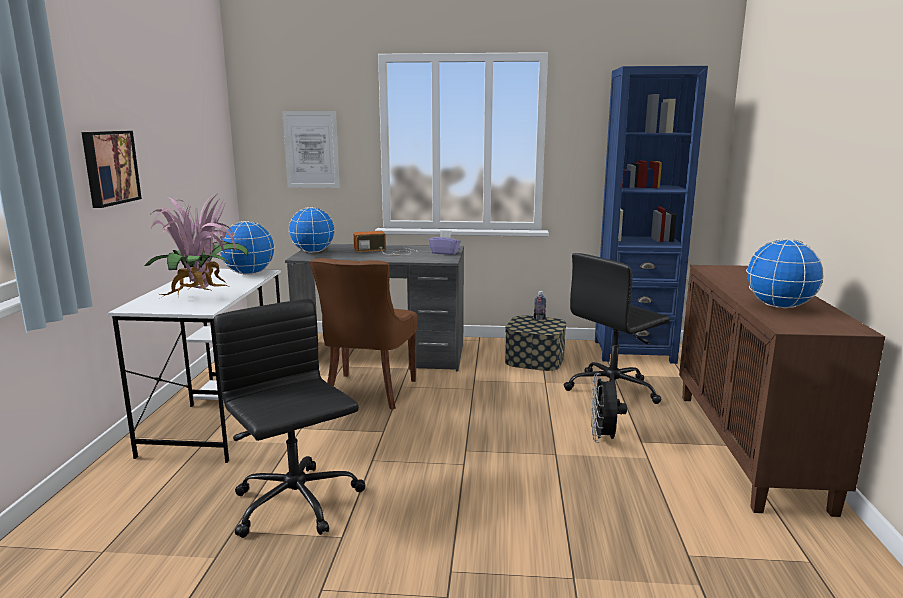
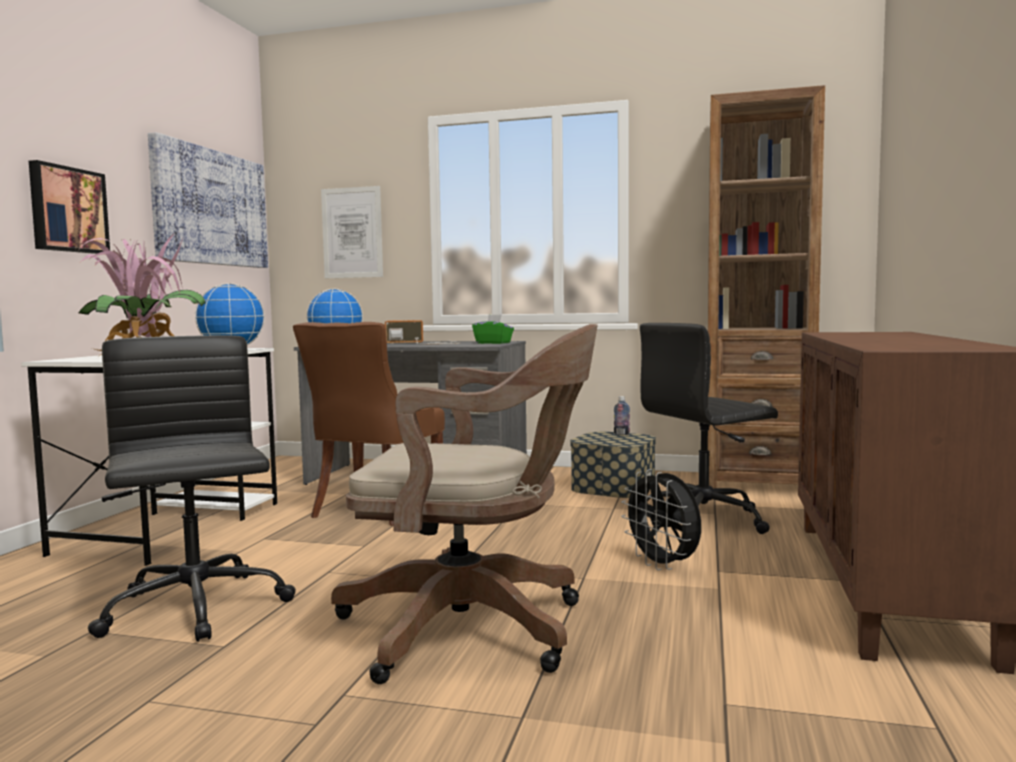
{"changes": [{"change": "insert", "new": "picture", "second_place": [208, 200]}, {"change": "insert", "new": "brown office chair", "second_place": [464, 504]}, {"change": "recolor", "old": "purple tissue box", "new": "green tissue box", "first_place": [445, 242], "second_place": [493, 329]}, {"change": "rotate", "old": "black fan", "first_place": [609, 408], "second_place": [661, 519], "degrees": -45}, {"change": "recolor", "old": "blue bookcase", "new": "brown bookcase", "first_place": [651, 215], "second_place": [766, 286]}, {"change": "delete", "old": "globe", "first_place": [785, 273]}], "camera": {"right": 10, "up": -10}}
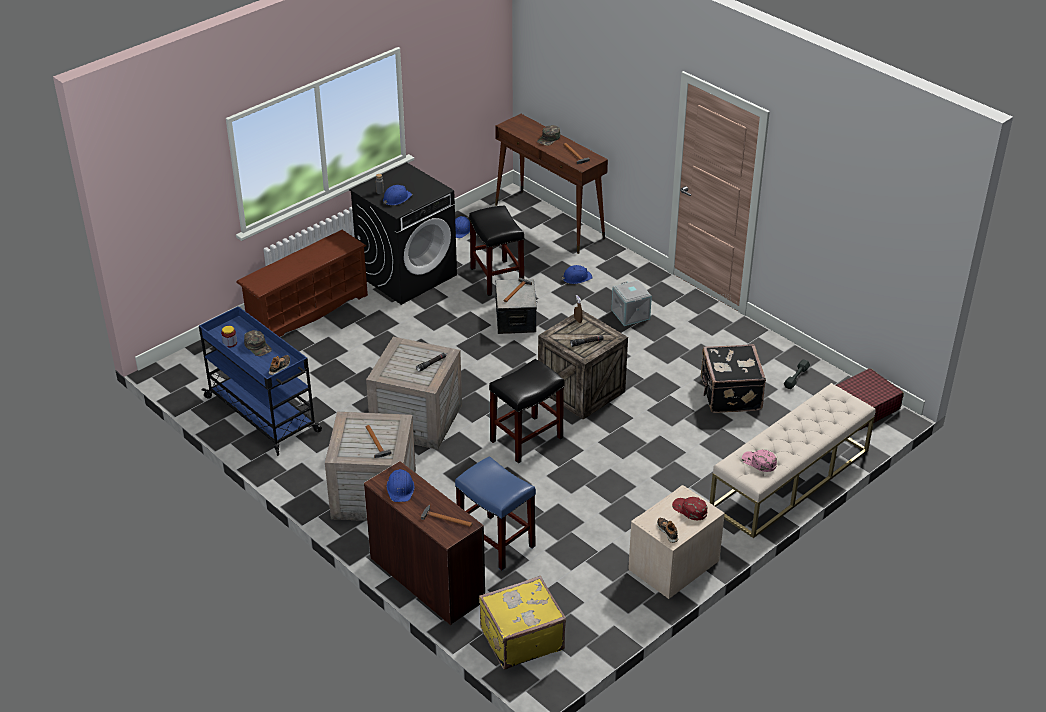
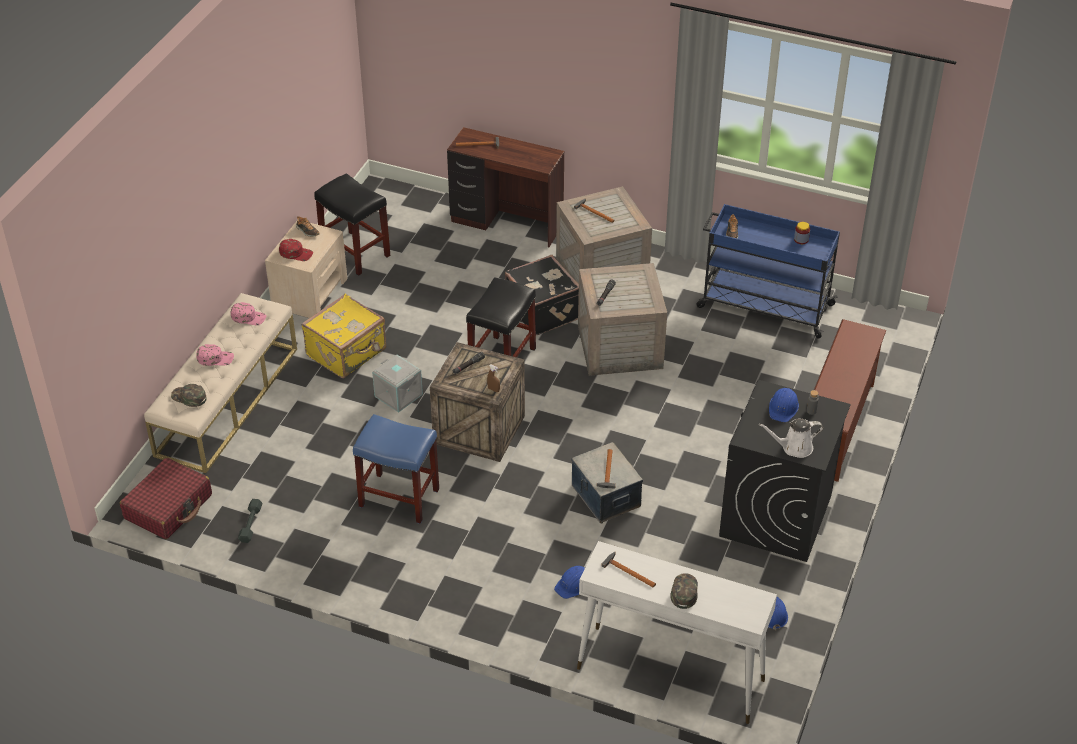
{"changes": [{"change": "move", "old": "green cap", "first_place": [258, 343], "second_place": [189, 395]}, {"change": "insert", "new": "pink cap", "second_place": [215, 355]}, {"change": "move", "old": "yellow suitcase", "first_place": [522, 623], "second_place": [343, 336]}, {"change": "move", "old": "black stool", "first_place": [497, 250], "second_place": [352, 224]}, {"change": "move", "old": "blue stool", "first_place": [495, 513], "second_place": [396, 469]}, {"change": "move", "old": "grey storage box", "first_place": [631, 303], "second_place": [397, 384]}, {"change": "move", "old": "black suitcase", "first_place": [733, 378], "second_place": [542, 295]}, {"change": "recolor", "old": "brown console table", "new": "white console table", "first_place": [551, 184], "second_place": [677, 632]}, {"change": "insert", "new": "white watering can", "second_place": [791, 438]}, {"change": "delete", "old": "blue hard hat", "first_place": [401, 485]}], "camera": {"right": 155, "up": 5}}
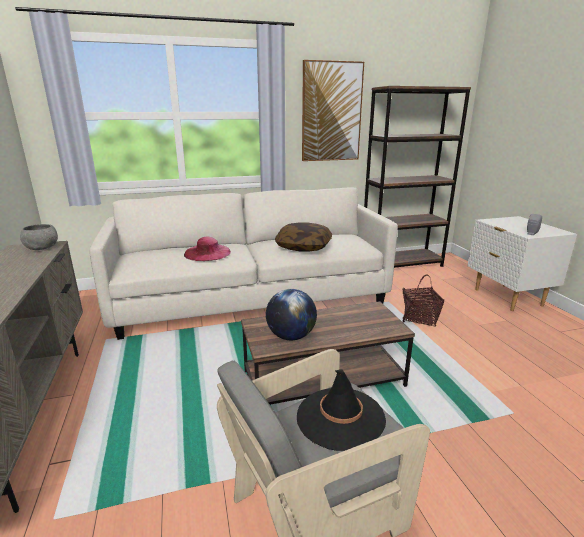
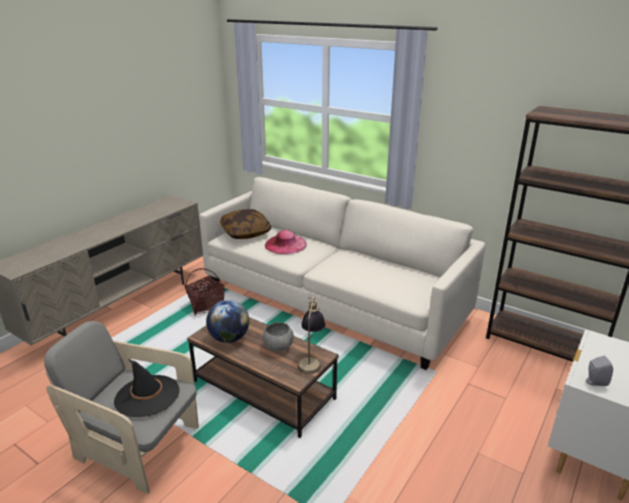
{"changes": [{"change": "move", "old": "basket", "first_place": [423, 300], "second_place": [204, 291]}, {"change": "move", "old": "pillow", "first_place": [303, 237], "second_place": [245, 224]}, {"change": "move", "old": "grey bowl", "first_place": [39, 237], "second_place": [278, 337]}, {"change": "insert", "new": "table lamp", "second_place": [311, 335]}, {"change": "delete", "old": "picture", "first_place": [333, 110]}], "camera": {"right": 50, "up": 5}}
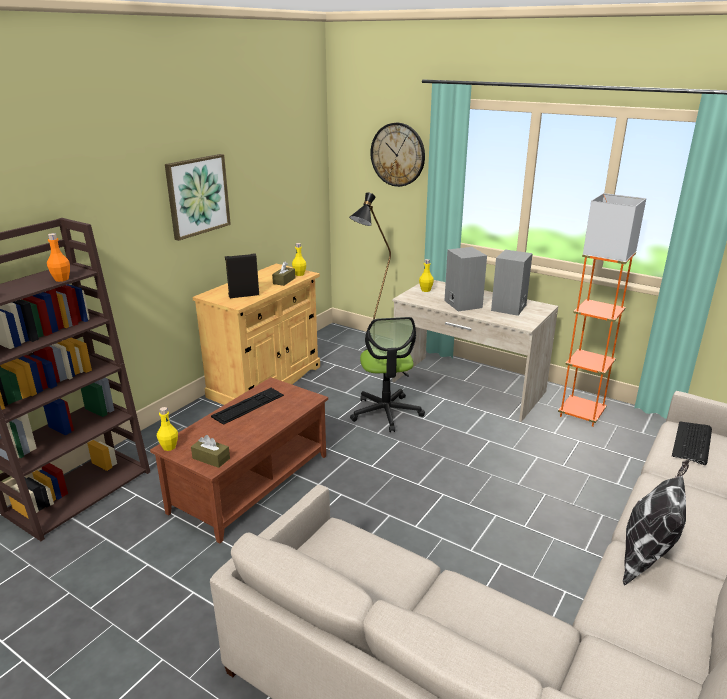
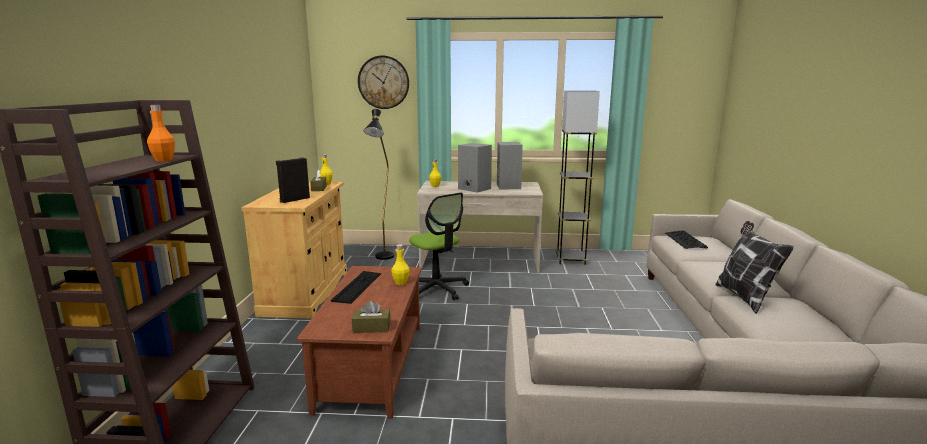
{"changes": [{"change": "move", "old": "yellow bottle", "first_place": [167, 429], "second_place": [400, 264]}, {"change": "recolor", "old": "orange floor lamp", "new": "grey floor lamp", "first_place": [602, 310], "second_place": [578, 177]}, {"change": "delete", "old": "picture", "first_place": [198, 197]}], "camera": {"right": -30, "up": -10}}
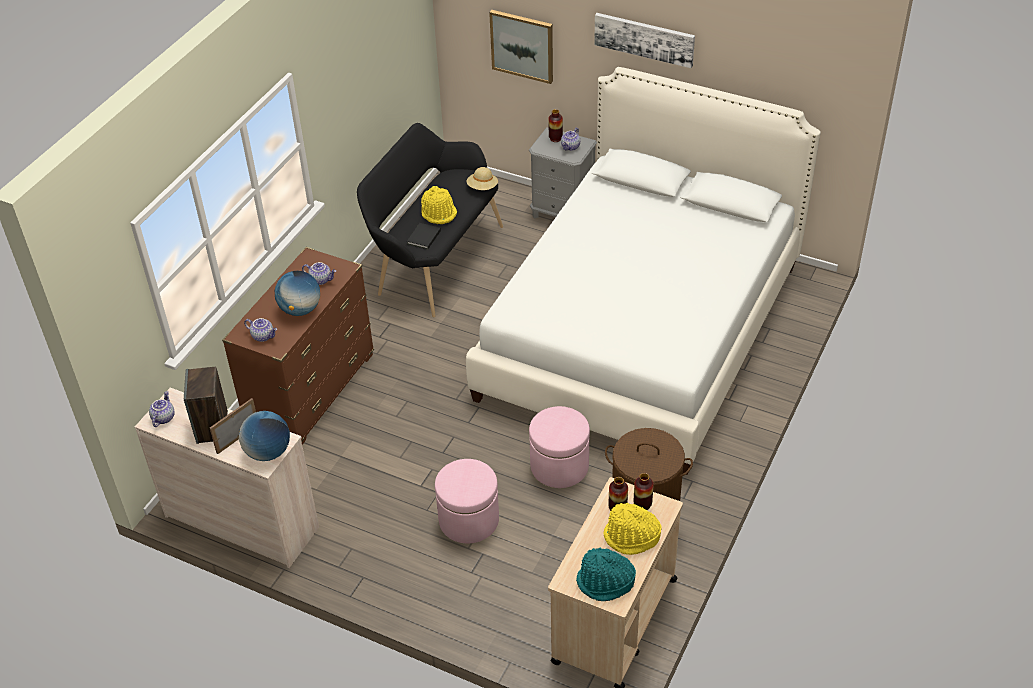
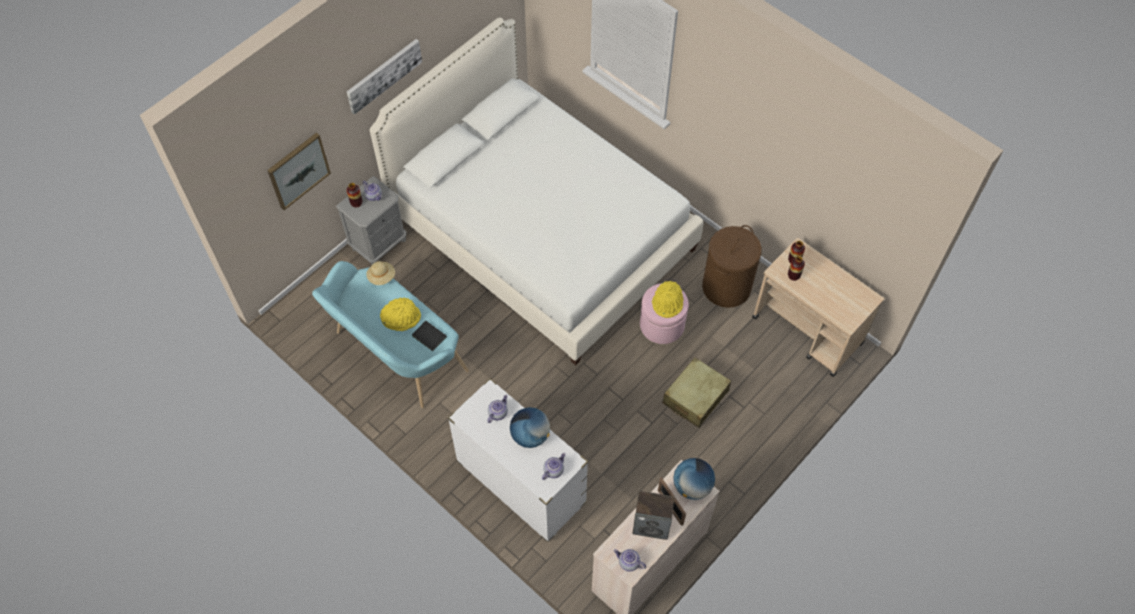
{"changes": [{"change": "recolor", "old": "black bench", "new": "turquoise bench", "first_place": [430, 220], "second_place": [390, 334]}, {"change": "recolor", "old": "brown dresser", "new": "white dresser", "first_place": [298, 346], "second_place": [518, 460]}, {"change": "move", "old": "yellow hat", "first_place": [632, 529], "second_place": [667, 299]}, {"change": "replace", "old": "pink ottoman", "new": "beige suitcase", "first_place": [467, 501], "second_place": [697, 392]}, {"change": "delete", "old": "turquoise hat", "first_place": [606, 574]}], "camera": {"right": -75, "up": 15}}
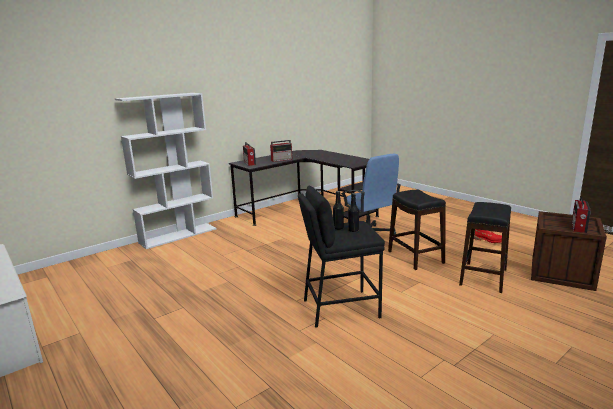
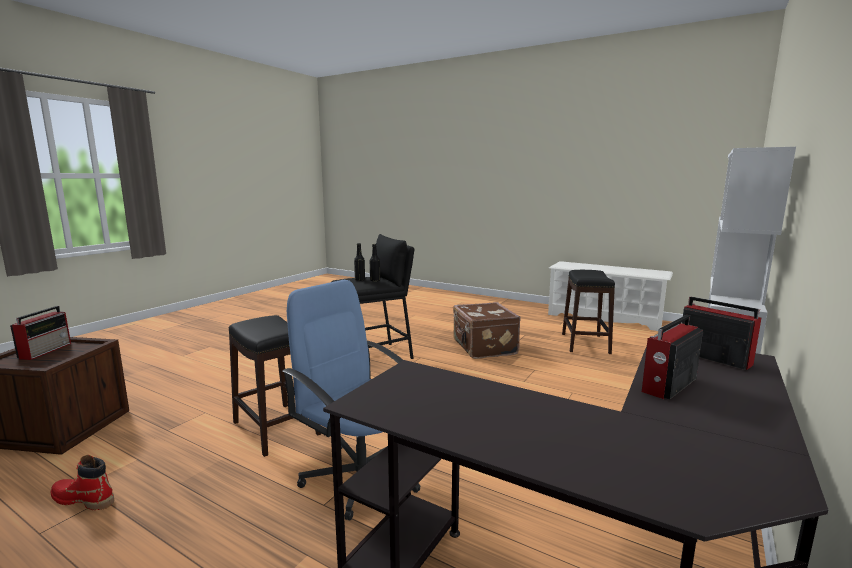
{"changes": [{"change": "insert", "new": "brown suitcase", "second_place": [487, 330]}, {"change": "move", "old": "black stool", "first_place": [485, 247], "second_place": [588, 312]}], "camera": {"right": 160, "up": -5}}
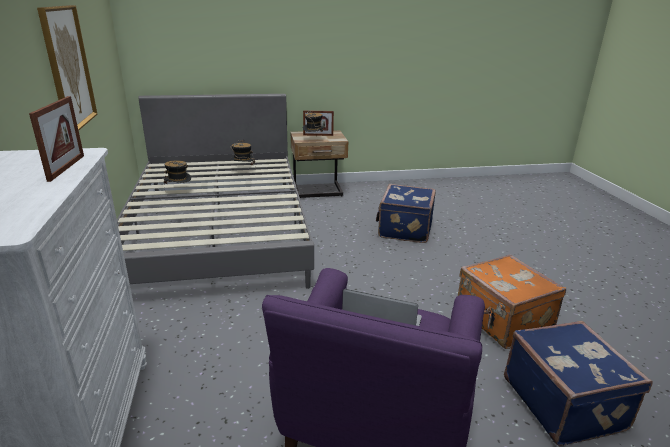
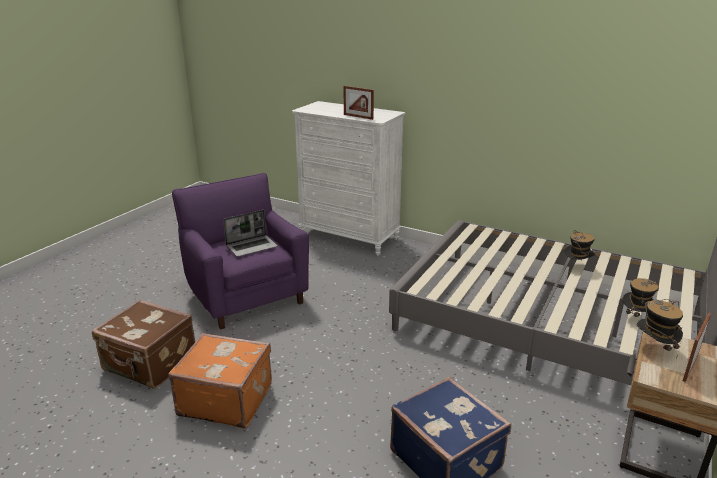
{"changes": [{"change": "recolor", "old": "blue suitcase", "new": "brown suitcase", "first_place": [578, 383], "second_place": [143, 344]}, {"change": "delete", "old": "picture", "first_place": [67, 67]}], "camera": {"right": 130, "up": 0}}
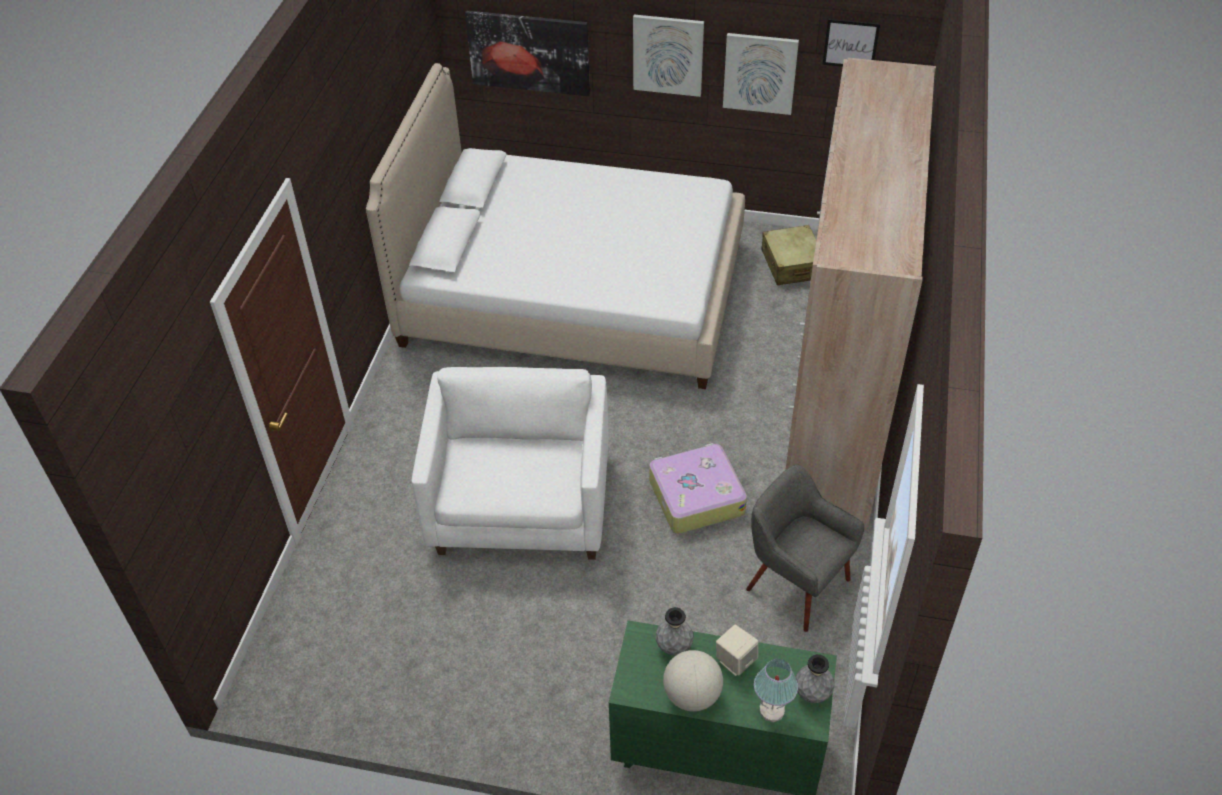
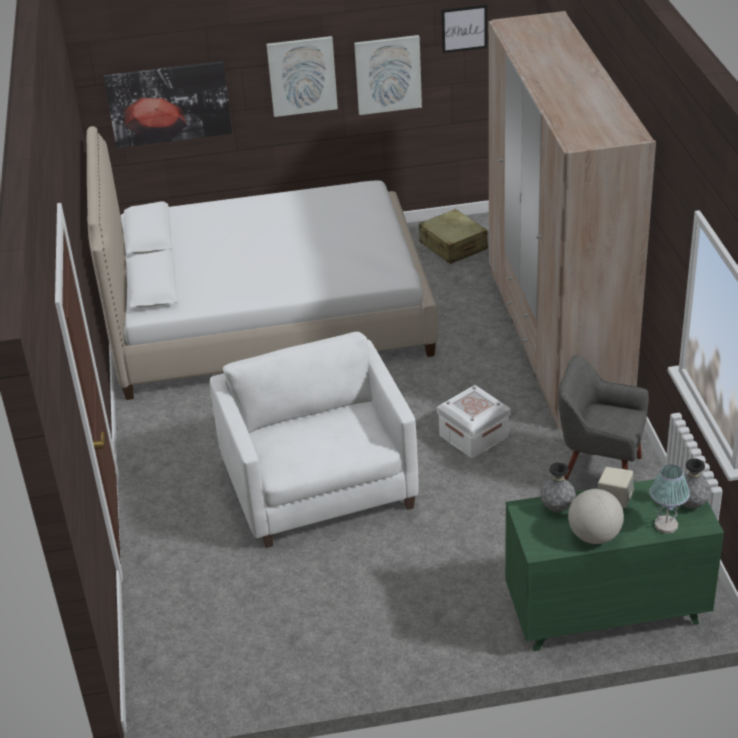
{"changes": [{"change": "replace", "old": "suitcase", "new": "white storage box", "first_place": [698, 488], "second_place": [473, 421]}], "camera": {"right": -20, "up": -10}}
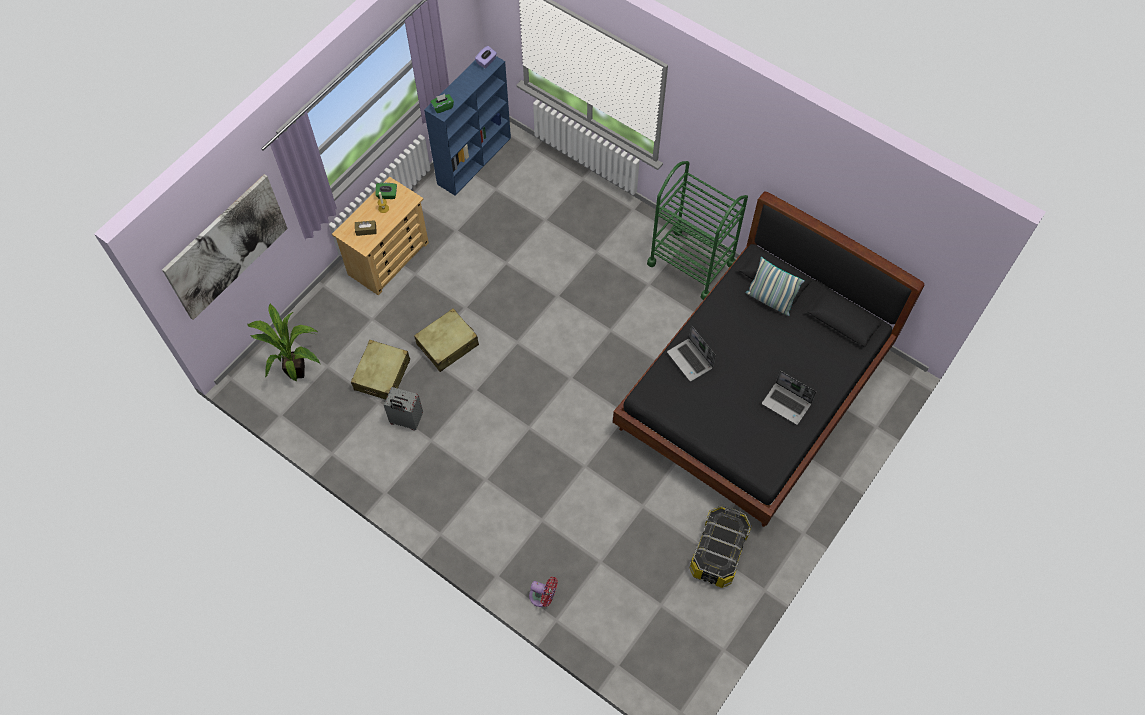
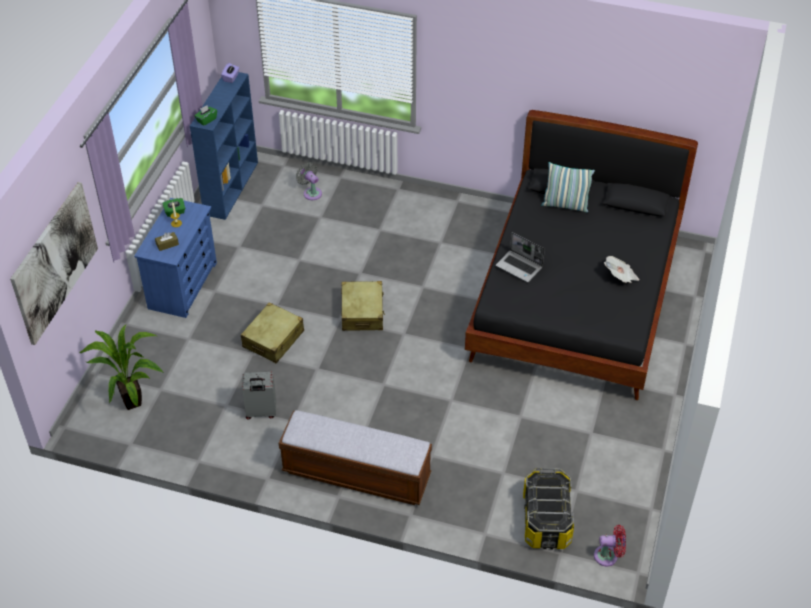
{"changes": [{"change": "recolor", "old": "beige dresser", "new": "blue dresser", "first_place": [380, 236], "second_place": [175, 258]}, {"change": "insert", "new": "bench", "second_place": [355, 457]}, {"change": "insert", "new": "grey fan", "second_place": [309, 181]}, {"change": "move", "old": "beige suitcase", "first_place": [380, 370], "second_place": [363, 306]}, {"change": "move", "old": "storage box", "first_place": [720, 546], "second_place": [548, 508]}, {"change": "move", "old": "red fan", "first_place": [543, 592], "second_place": [610, 545]}, {"change": "replace", "old": "laptop", "new": "newspaper", "first_place": [789, 398], "second_place": [621, 269]}, {"change": "delete", "old": "green cart", "first_place": [697, 230]}], "camera": {"right": -20, "up": -15}}
